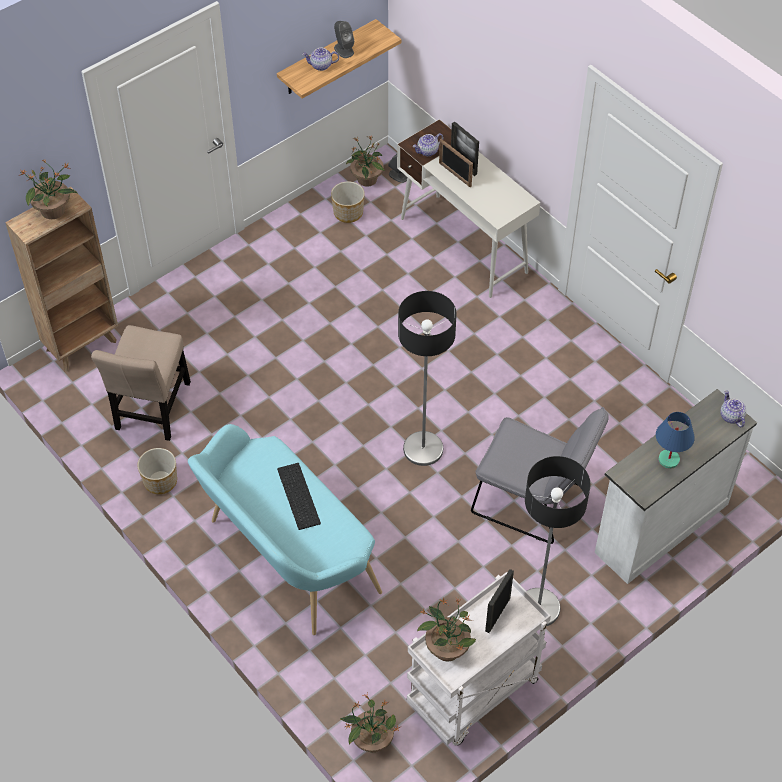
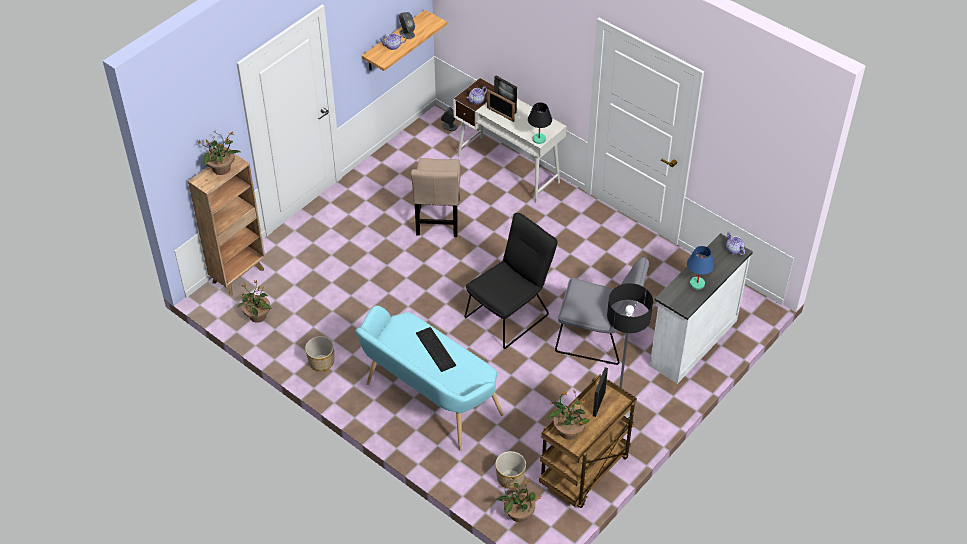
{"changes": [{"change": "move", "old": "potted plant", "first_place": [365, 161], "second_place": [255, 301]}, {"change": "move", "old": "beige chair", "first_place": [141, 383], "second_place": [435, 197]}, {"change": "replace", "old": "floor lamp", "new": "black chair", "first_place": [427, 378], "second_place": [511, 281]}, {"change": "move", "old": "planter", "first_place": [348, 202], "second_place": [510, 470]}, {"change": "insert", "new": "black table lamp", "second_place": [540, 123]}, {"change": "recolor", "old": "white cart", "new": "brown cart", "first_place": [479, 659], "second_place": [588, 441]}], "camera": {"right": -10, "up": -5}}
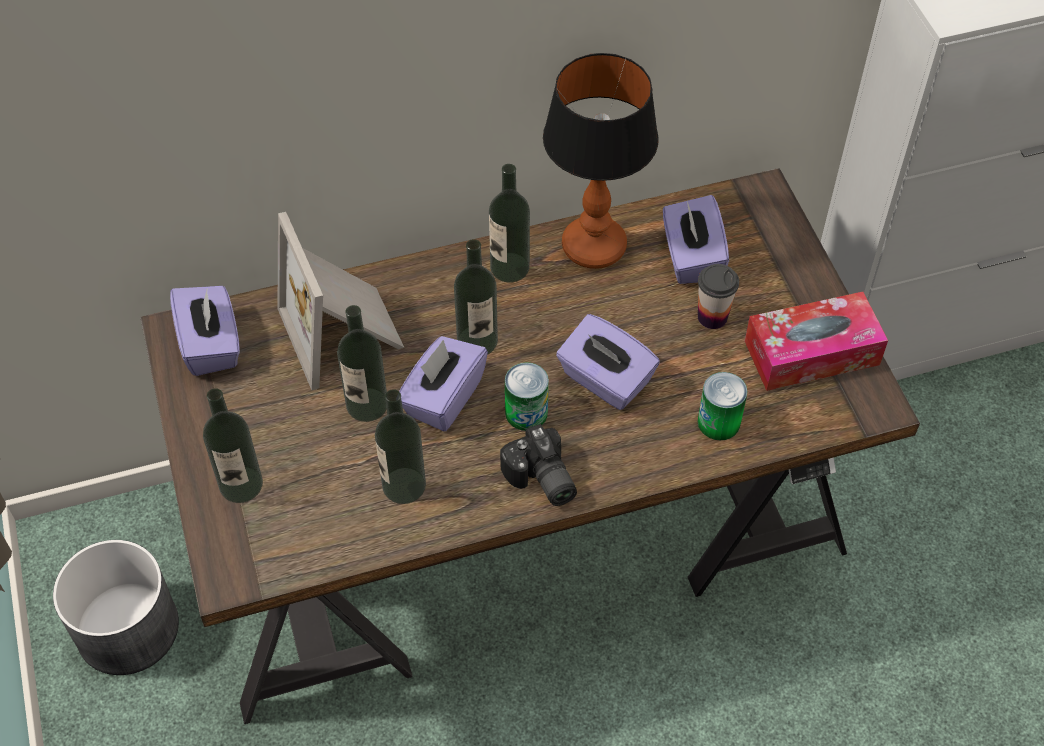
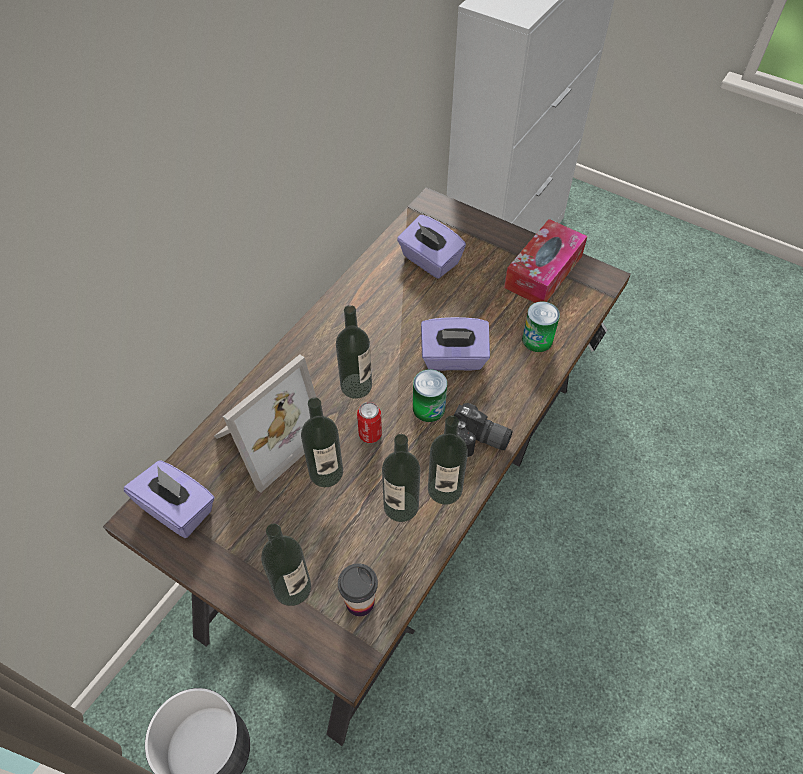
{"changes": [{"change": "rotate", "old": "picture frame", "first_place": [341, 301], "second_place": [265, 423], "degrees": -75}, {"change": "move", "old": "cup", "first_place": [718, 296], "second_place": [358, 590]}, {"change": "replace", "old": "purple tissue box", "new": "can", "first_place": [443, 383], "second_place": [369, 422]}, {"change": "move", "old": "bottle", "first_place": [509, 223], "second_place": [448, 460]}, {"change": "delete", "old": "table lamp", "first_place": [601, 161]}], "camera": {"right": -40, "up": 0}}
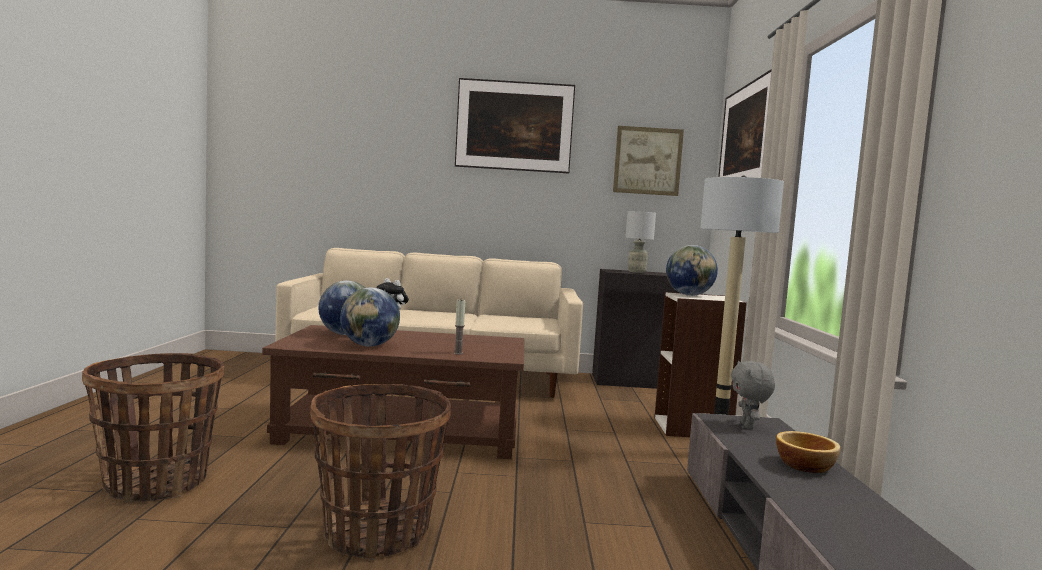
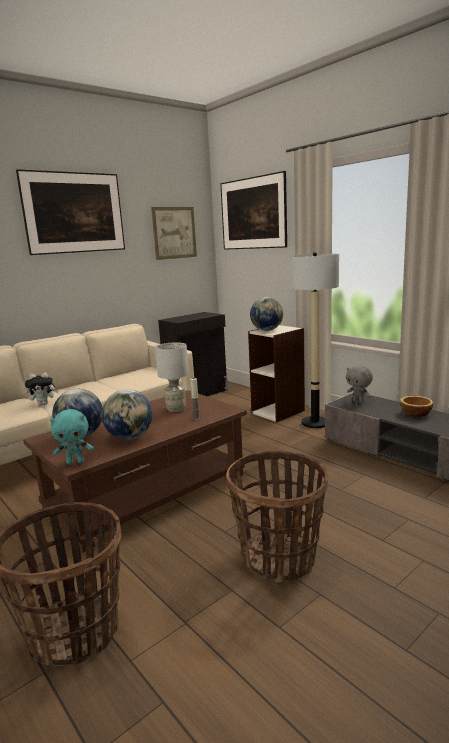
{"changes": [{"change": "insert", "new": "turquoise plush toy", "second_place": [72, 437]}, {"change": "move", "old": "grey table lamp", "first_place": [640, 242], "second_place": [172, 377]}], "camera": {"right": -40, "up": 10}}
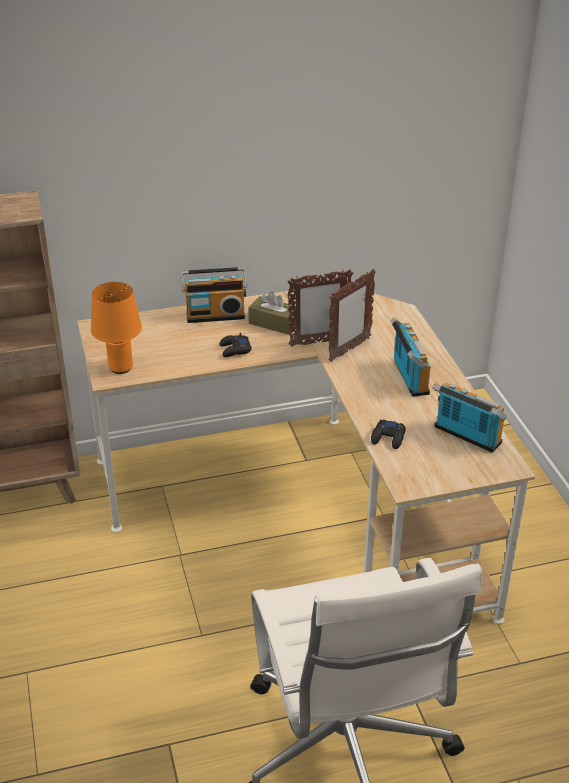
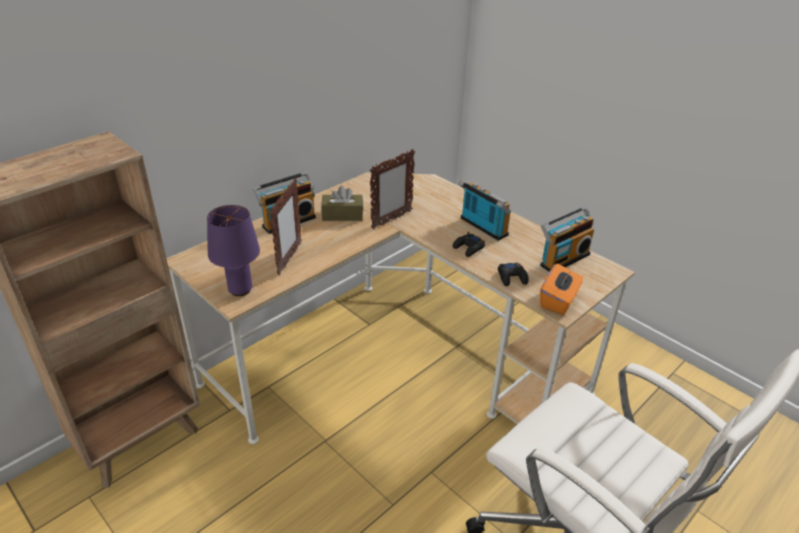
{"changes": [{"change": "recolor", "old": "orange table lamp", "new": "purple table lamp", "first_place": [116, 328], "second_place": [233, 250]}, {"change": "move", "old": "picture frame", "first_place": [352, 315], "second_place": [286, 226]}, {"change": "move", "old": "black game controller", "first_place": [235, 345], "second_place": [469, 244]}, {"change": "rotate", "old": "radio", "first_place": [469, 417], "second_place": [567, 239], "degrees": 135}, {"change": "insert", "new": "orange tissue box", "second_place": [561, 289]}], "camera": {"right": -30, "up": 0}}
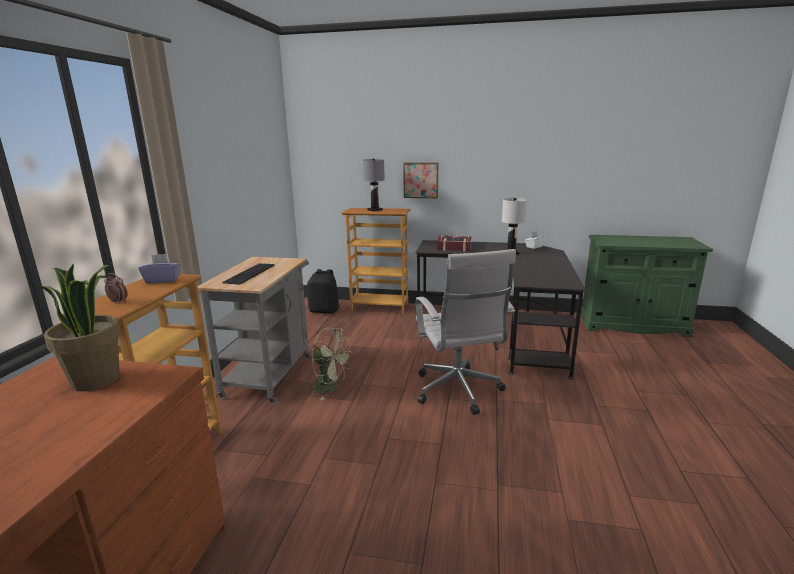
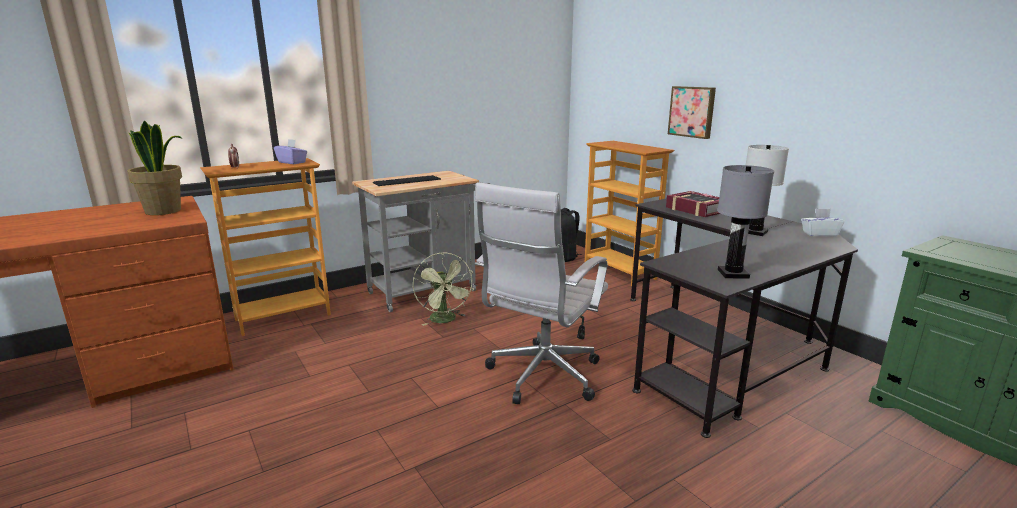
{"changes": [{"change": "move", "old": "grey table lamp", "first_place": [374, 185], "second_place": [745, 222]}], "camera": {"right": 45, "up": 0}}
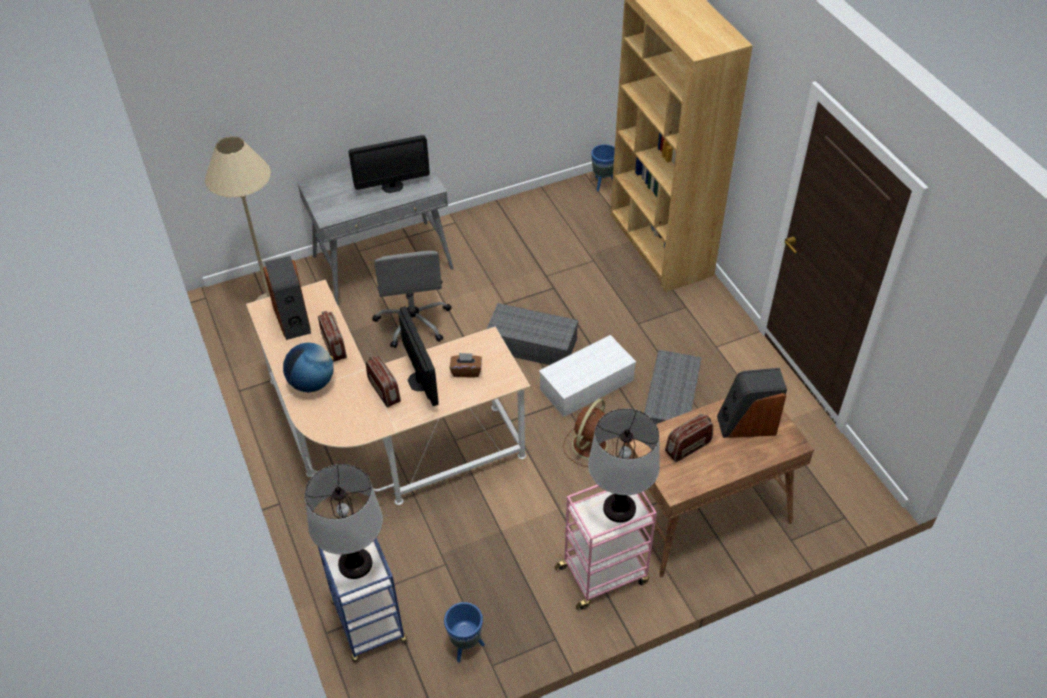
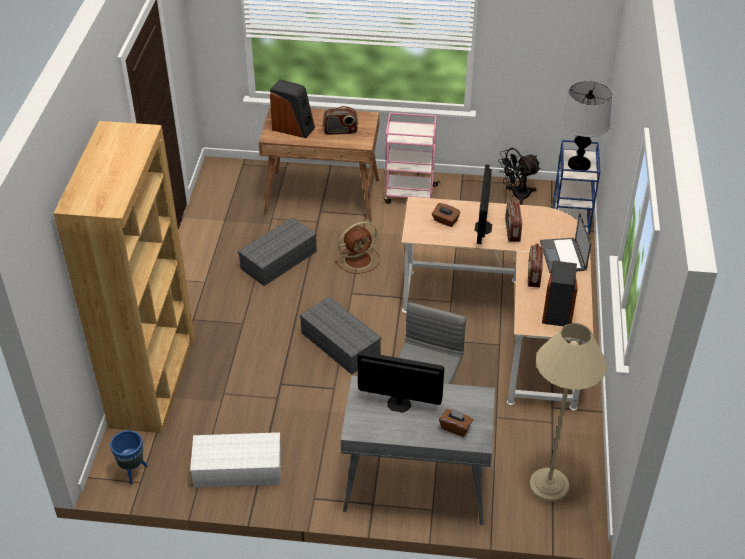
{"changes": [{"change": "move", "old": "white storage box", "first_place": [587, 376], "second_place": [235, 460]}, {"change": "insert", "new": "brown tissue box", "second_place": [456, 422]}, {"change": "replace", "old": "blue planter", "new": "black fan", "first_place": [464, 632], "second_place": [519, 176]}, {"change": "replace", "old": "globe", "new": "laptop", "first_place": [308, 367], "second_place": [565, 243]}, {"change": "delete", "old": "table lamp", "first_place": [624, 465]}], "camera": {"right": -150, "up": -5}}
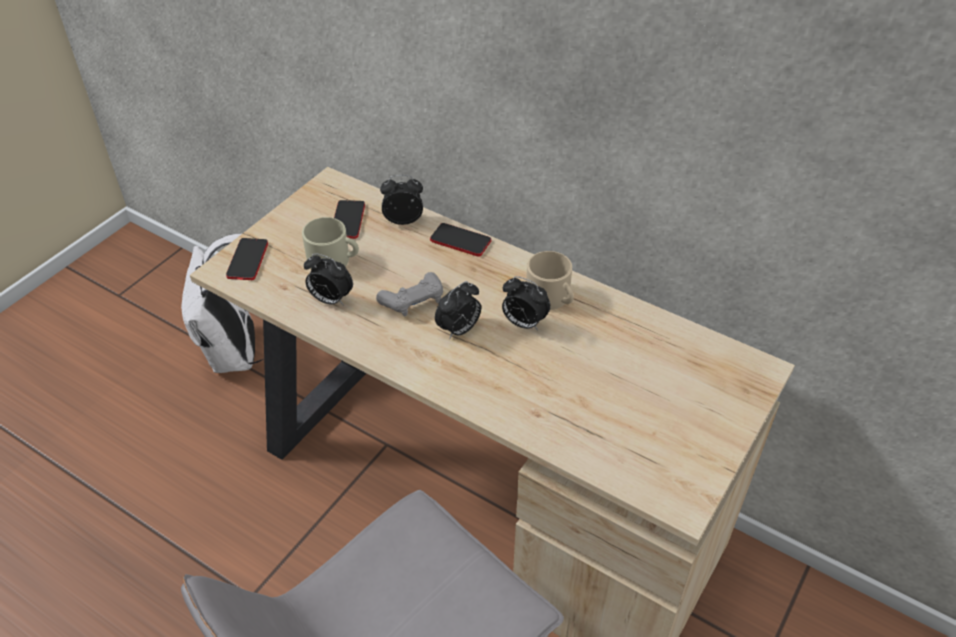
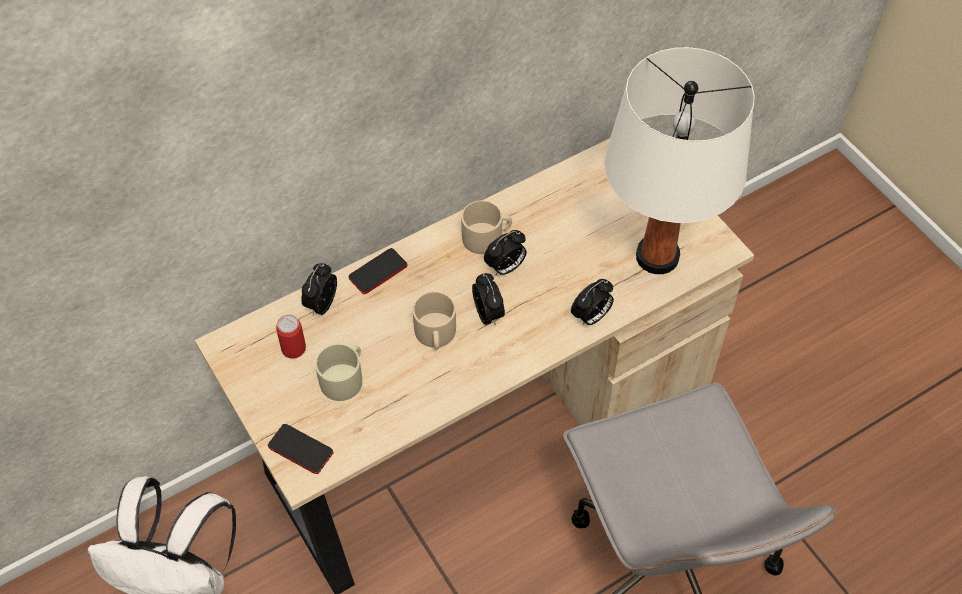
{"changes": [{"change": "replace", "old": "phone", "new": "can", "first_place": [349, 219], "second_place": [291, 336]}, {"change": "replace", "old": "grey game controller", "new": "beige mug", "first_place": [409, 294], "second_place": [434, 320]}, {"change": "move", "old": "alarm clock", "first_place": [328, 279], "second_place": [592, 302]}, {"change": "insert", "new": "white table lamp", "second_place": [679, 160]}], "camera": {"right": -65, "up": 10}}
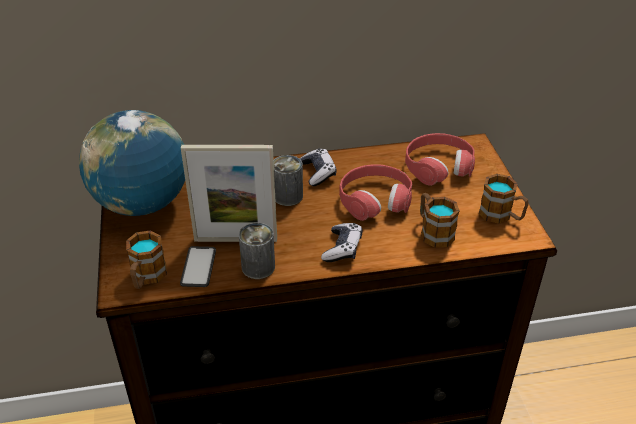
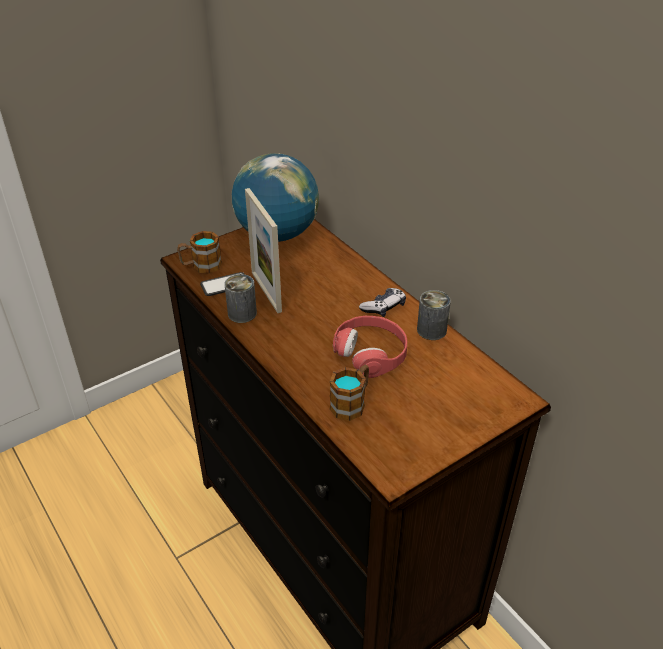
{"changes": [{"change": "move", "old": "can", "first_place": [288, 180], "second_place": [434, 315]}, {"change": "delete", "old": "game controller", "first_place": [342, 242]}, {"change": "delete", "old": "red headphones", "first_place": [440, 159]}, {"change": "delete", "old": "mug", "first_place": [504, 199]}], "camera": {"right": 65, "up": 0}}
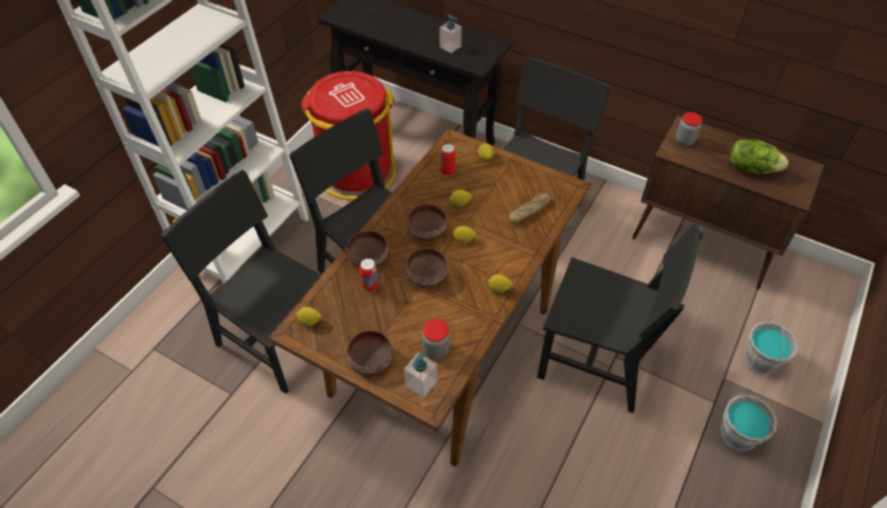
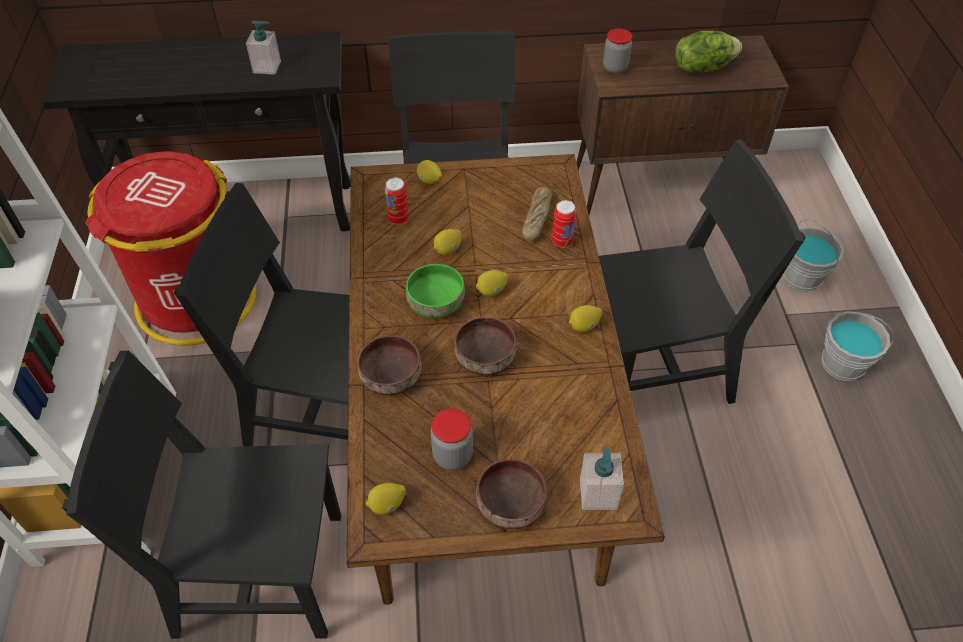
{"changes": [{"change": "recolor", "old": "brown bowl", "new": "green bowl", "first_place": [427, 222], "second_place": [435, 291]}, {"change": "move", "old": "jar", "first_place": [436, 339], "second_place": [452, 439]}, {"change": "move", "old": "can", "first_place": [369, 275], "second_place": [564, 224]}], "camera": {"right": -35, "up": 0}}
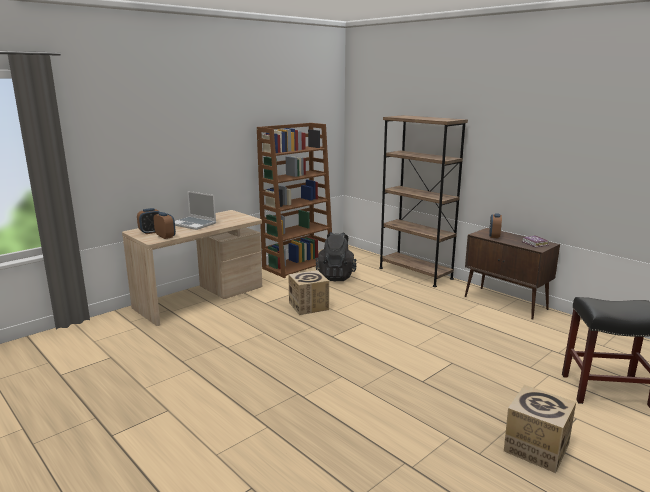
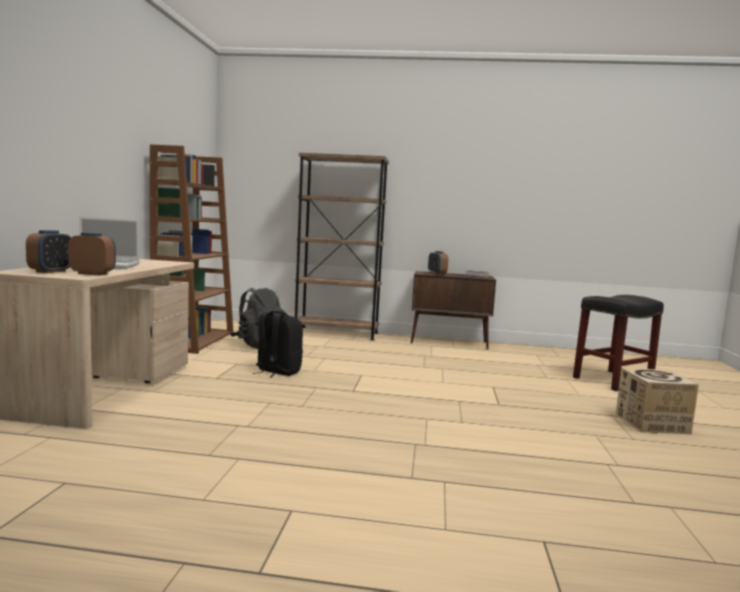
{"changes": [{"change": "replace", "old": "cardboard box", "new": "black backpack", "first_place": [308, 292], "second_place": [278, 344]}], "camera": {"right": -40, "up": -10}}
